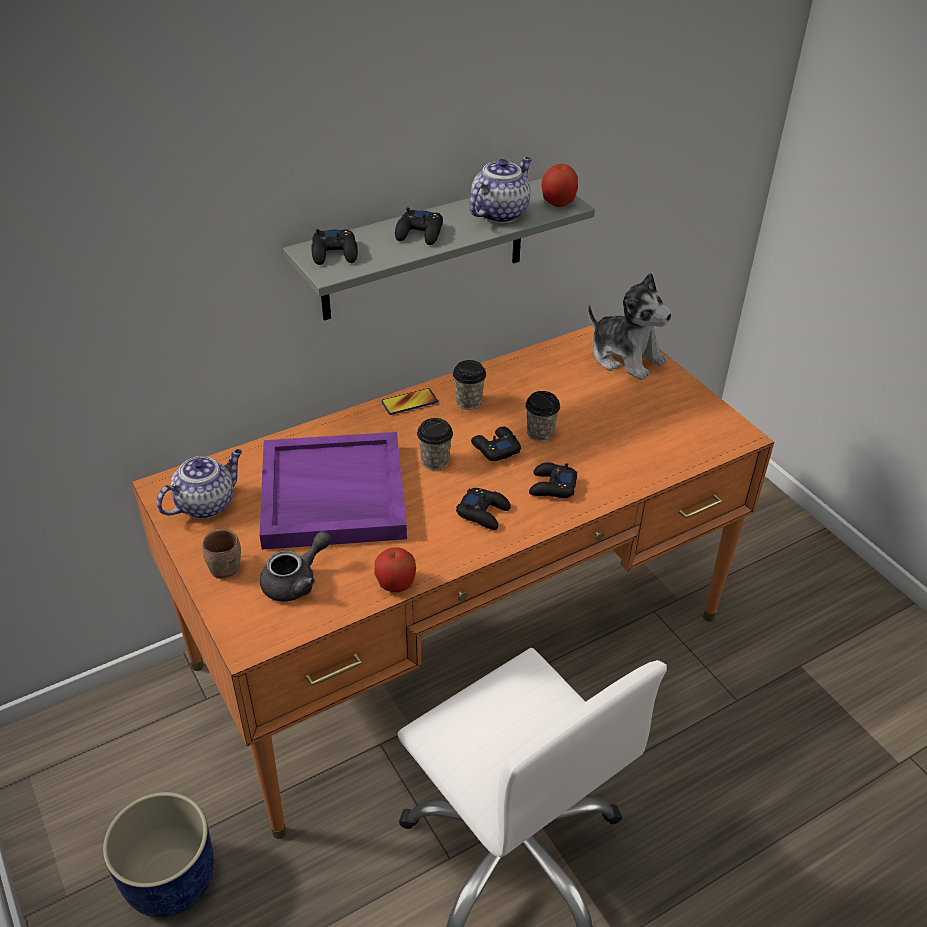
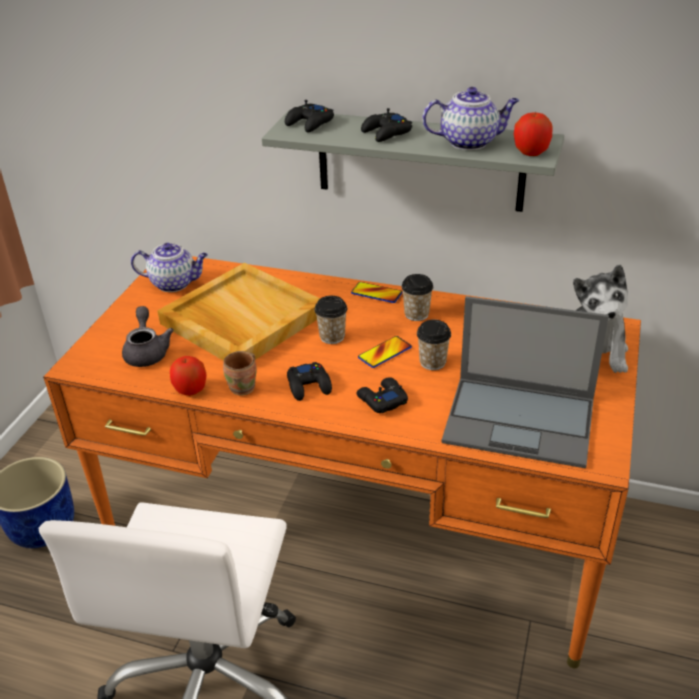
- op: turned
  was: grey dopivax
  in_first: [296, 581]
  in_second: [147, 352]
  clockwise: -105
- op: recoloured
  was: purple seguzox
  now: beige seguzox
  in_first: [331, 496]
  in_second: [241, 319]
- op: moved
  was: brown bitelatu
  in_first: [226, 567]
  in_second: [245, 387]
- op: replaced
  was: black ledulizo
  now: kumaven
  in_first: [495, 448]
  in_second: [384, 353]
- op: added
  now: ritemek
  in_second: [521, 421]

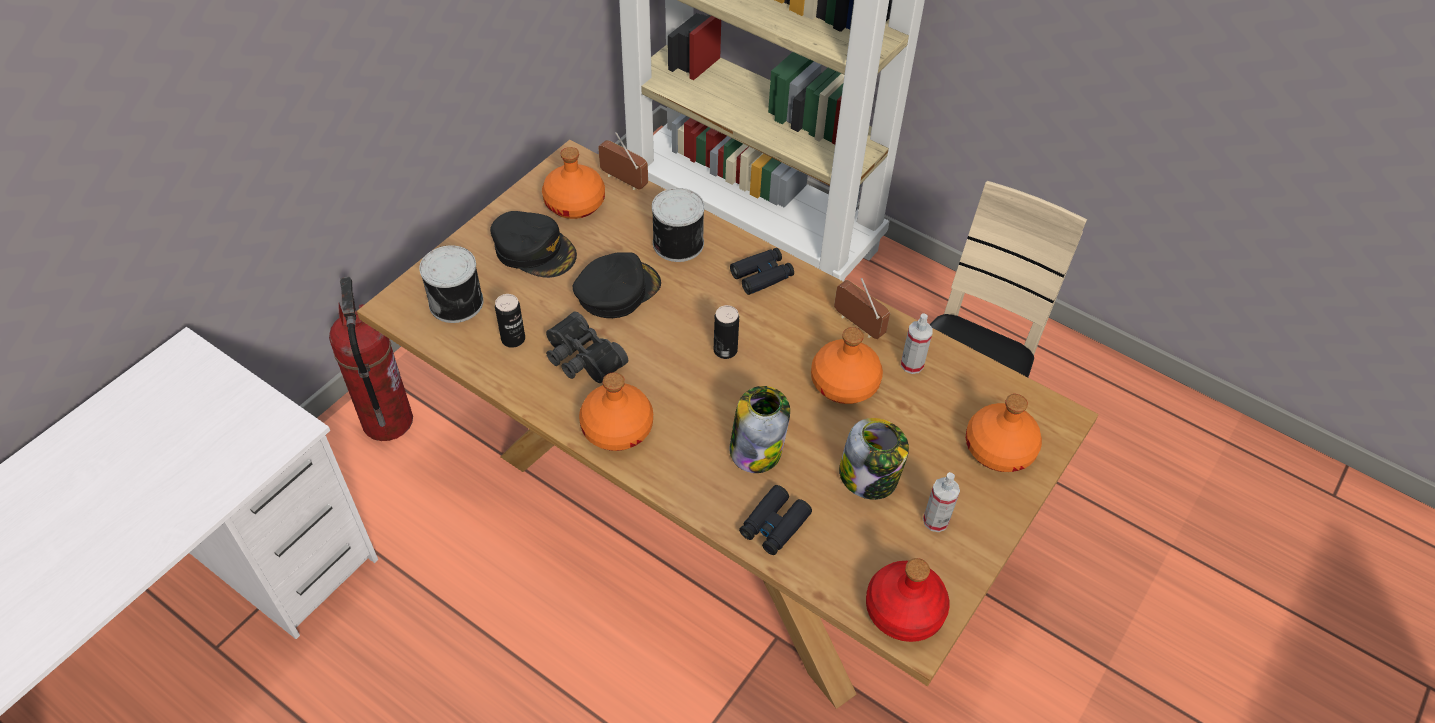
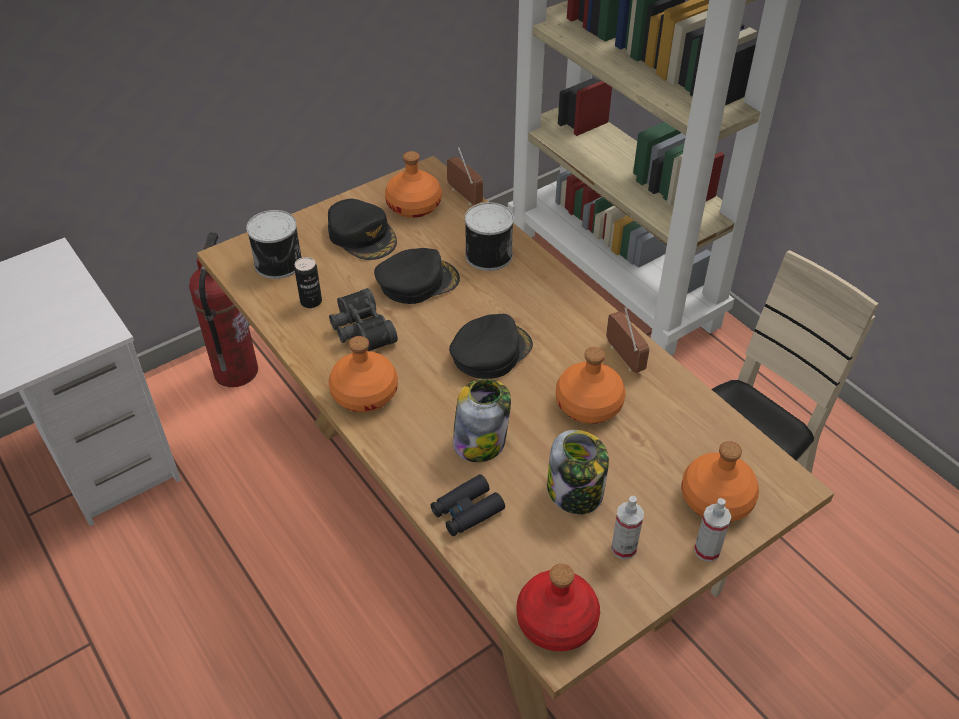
- op: replaced
  was: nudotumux
  now: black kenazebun
  in_first: [725, 350]
  in_second: [490, 351]
- op: moved
  was: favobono
  in_first: [912, 364]
  in_second: [707, 550]
- op: removed
  was: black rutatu
  in_first: [762, 276]

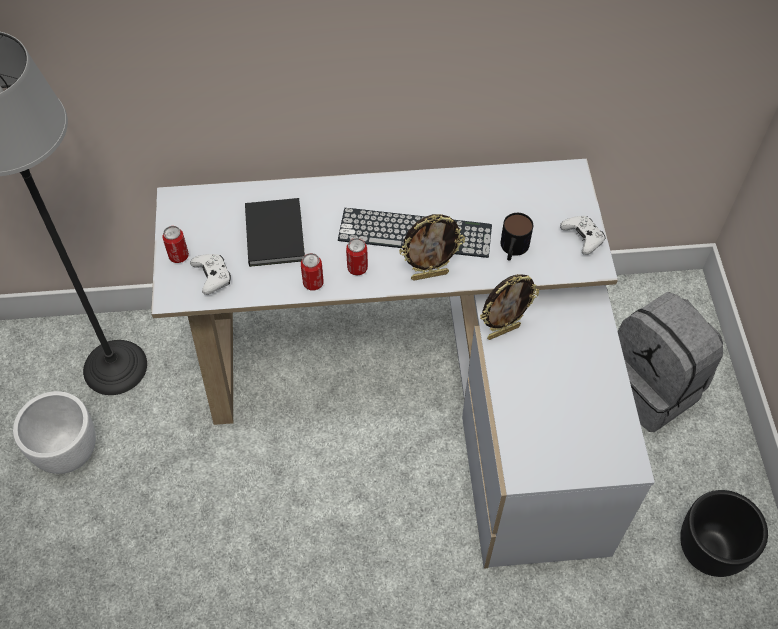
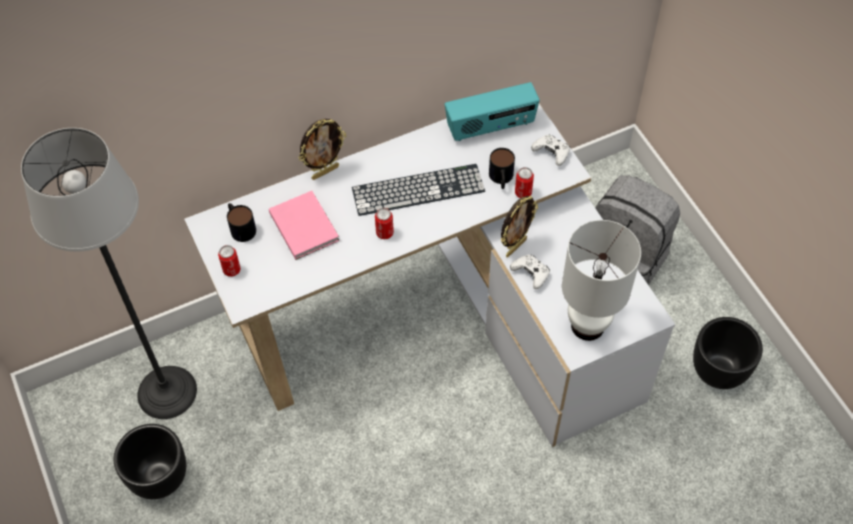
- op: recoloured
  was: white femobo
  now: black femobo
  in_first: [68, 453]
  in_second: [159, 479]
- op: added
  now: bitelatu
  in_second: [240, 227]
- op: recoloured
  was: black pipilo
  now: pink pipilo
  in_first: [276, 232]
  in_second: [304, 225]
- op: moved
  was: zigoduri
  in_first: [429, 275]
  in_second: [325, 172]
- op: added
  now: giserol
  in_second: [490, 127]
- op: moved
  was: white ledulizo
  in_first: [213, 277]
  in_second: [531, 274]
- op: moved
  was: nudotumux
  in_first: [313, 283]
  in_second: [523, 192]
- op: added
  now: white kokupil
  in_second: [587, 326]

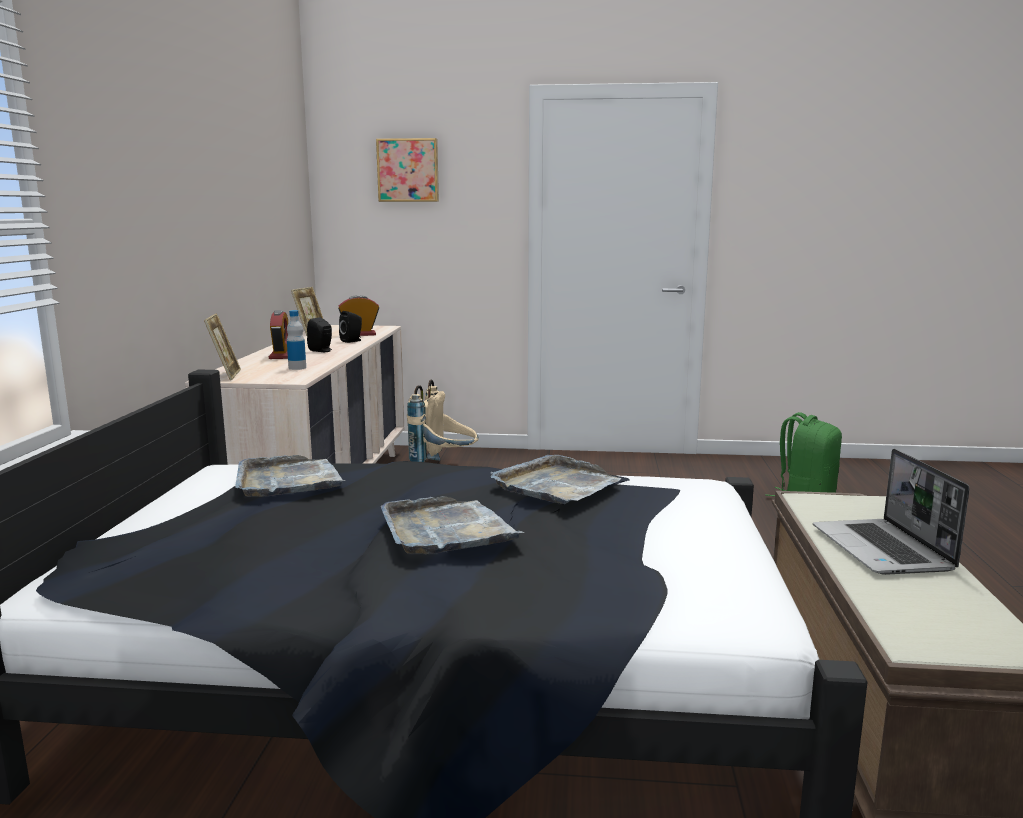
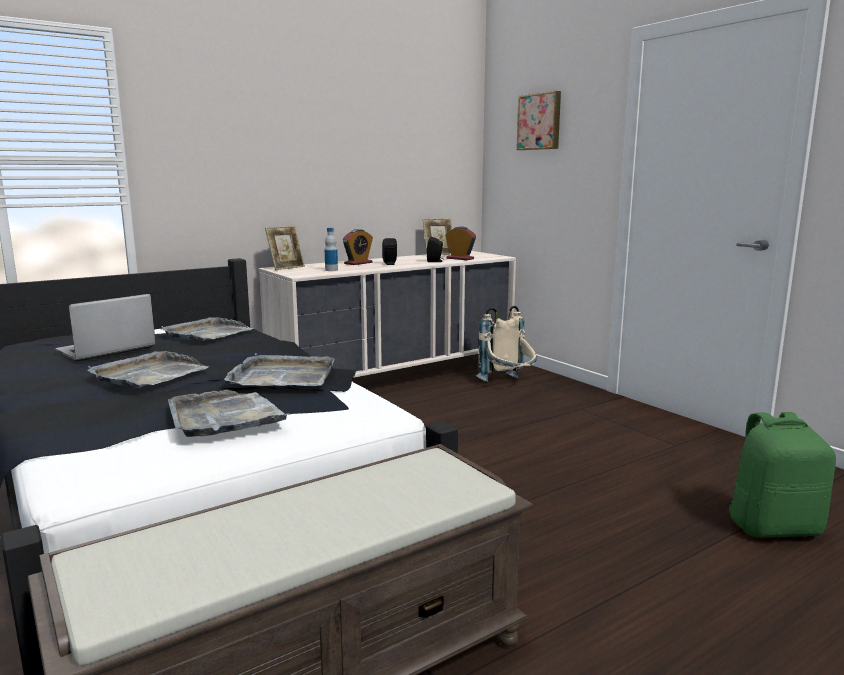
- op: moved
  was: ritemek
  in_first: [883, 549]
  in_second: [105, 350]
- op: added
  now: grey seguzox
  in_second: [225, 417]

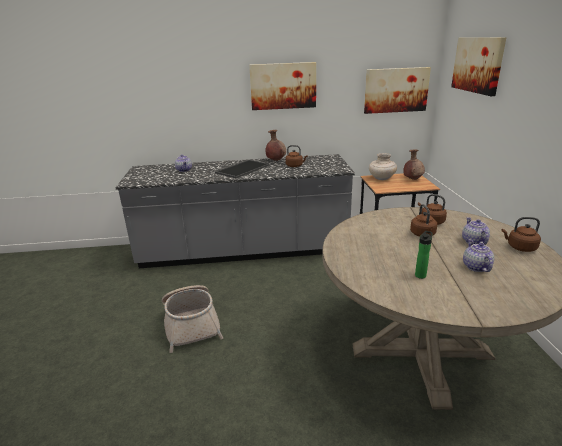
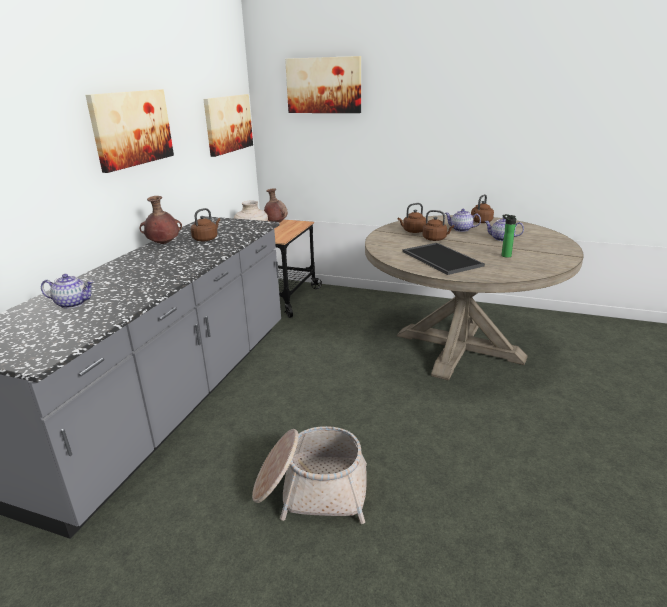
- op: moved
  was: seguzox
  in_first: [242, 169]
  in_second: [440, 258]

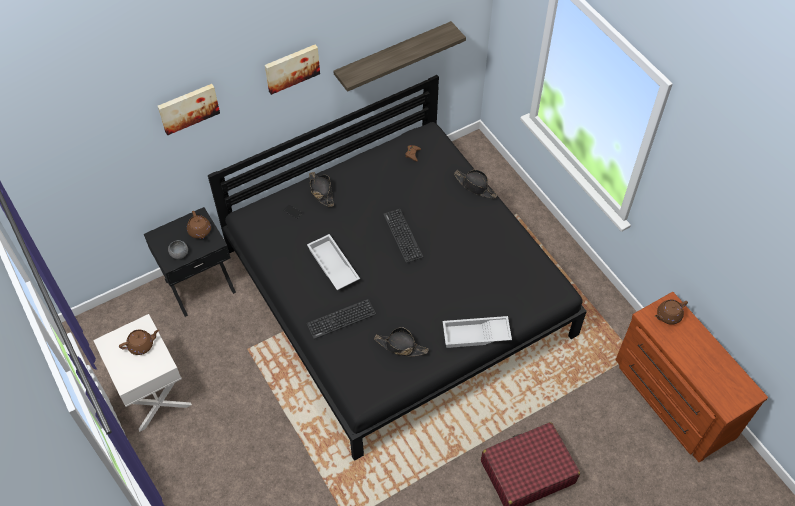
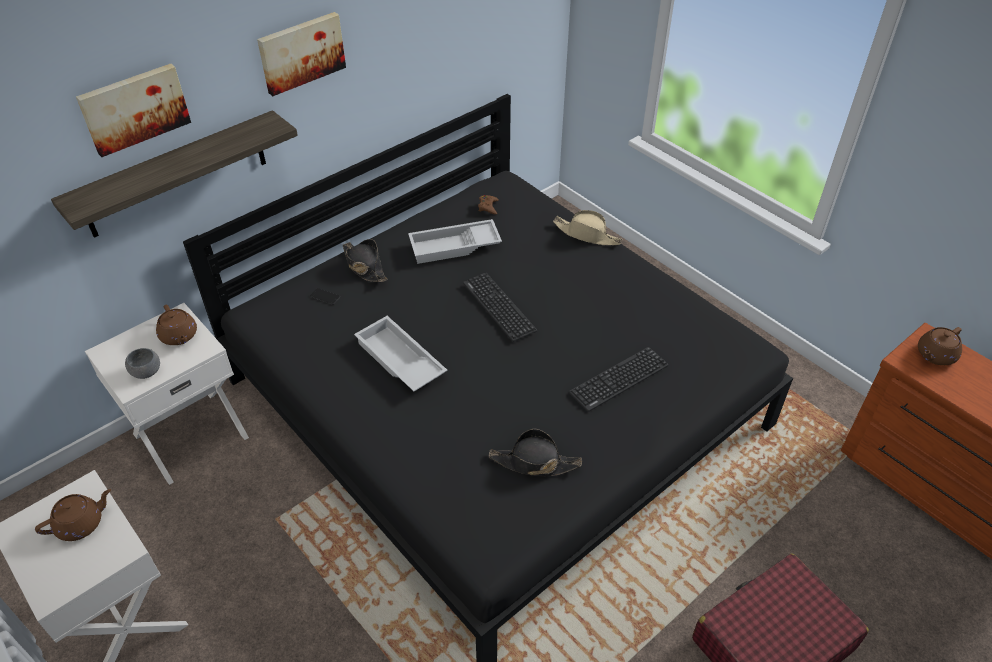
- op: moved
  was: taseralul
  in_first: [393, 57]
  in_second: [176, 175]
- op: recoloured
  was: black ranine
  now: white ranine
  in_first: [199, 285]
  in_second: [190, 434]
- op: moved
  was: white seguzox
  in_first: [475, 335]
  in_second: [454, 247]
- op: recoloured
  was: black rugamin
  now: beige rugamin
  in_first: [475, 186]
  in_second: [587, 235]
- op: moved
  was: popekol
  in_first: [341, 319]
  in_second: [619, 379]

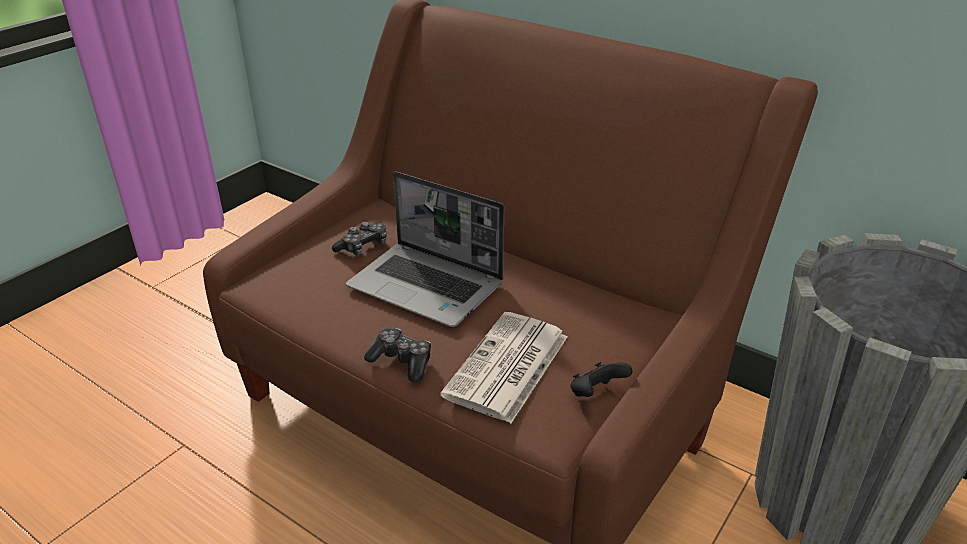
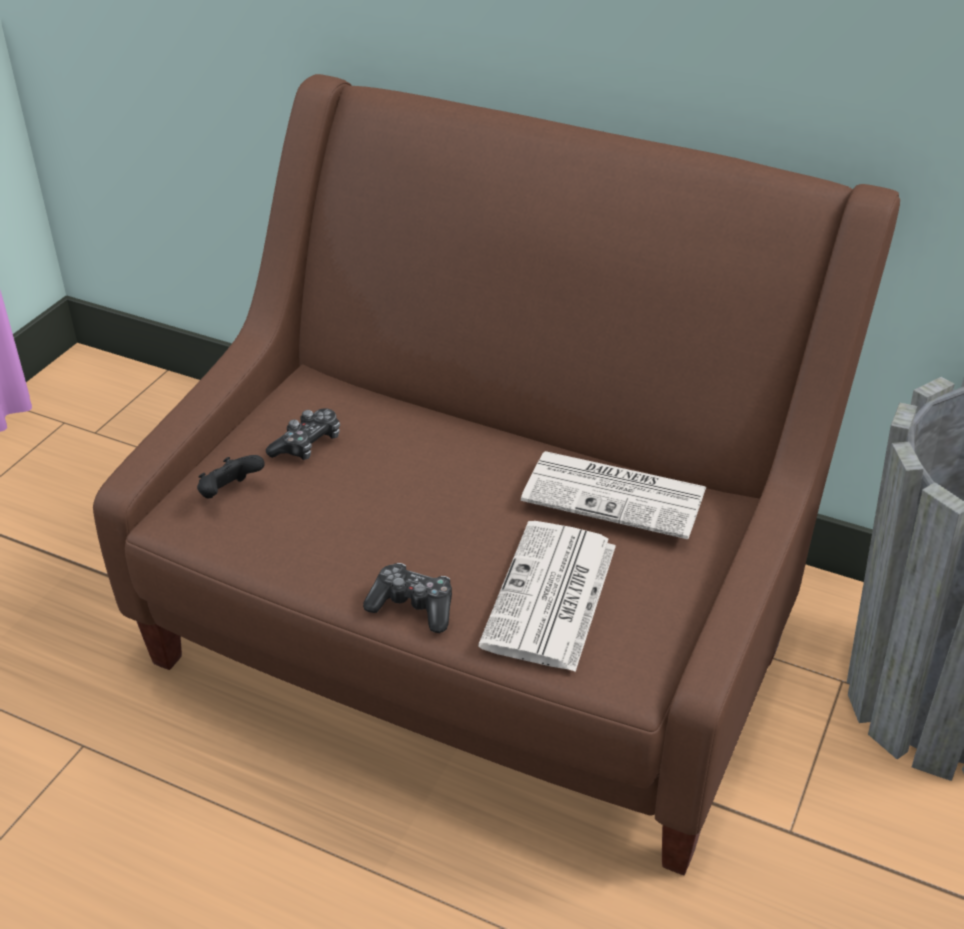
- op: moved
  was: black ledulizo
  in_first: [596, 394]
  in_second: [229, 493]
- op: added
  now: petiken
  in_second: [617, 495]
- op: removed
  was: ritemek
  in_first: [427, 286]

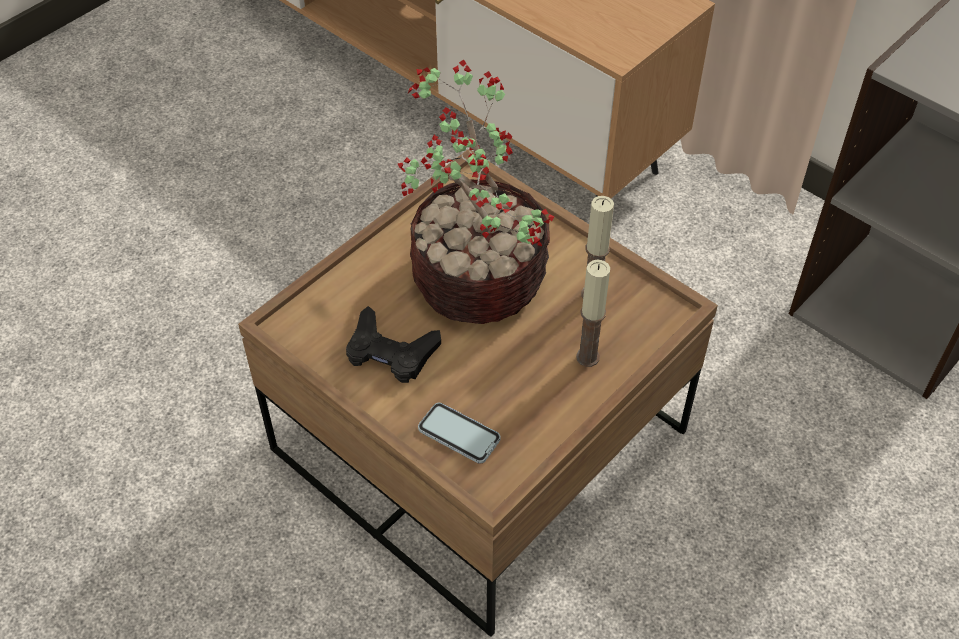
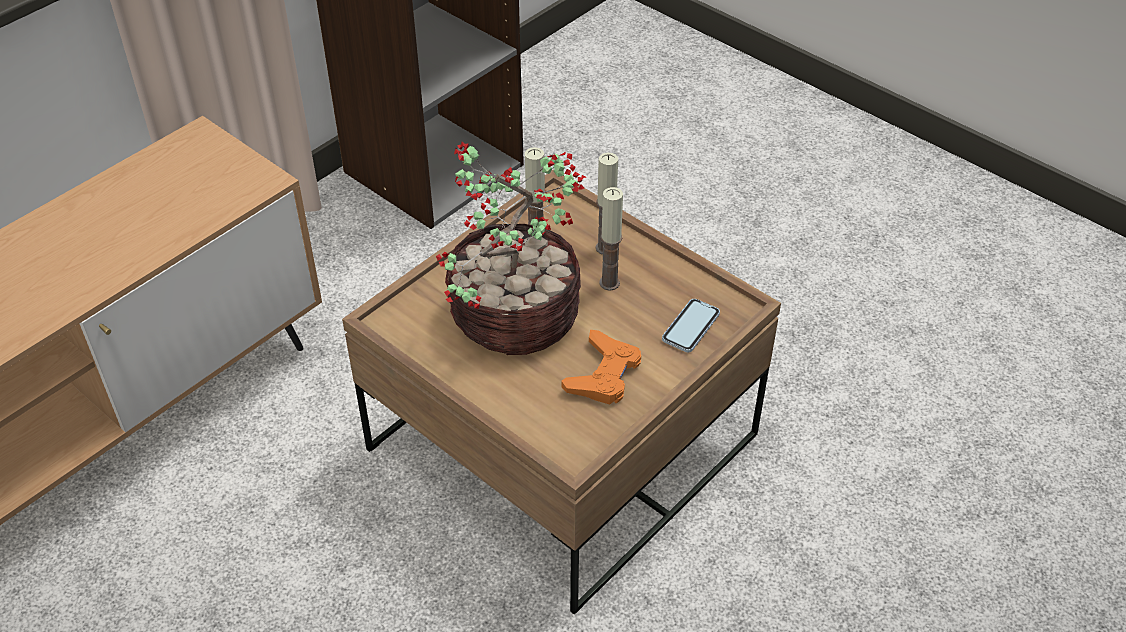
- op: recoloured
  was: black ledulizo
  now: orange ledulizo
  in_first: [390, 352]
  in_second: [603, 374]
- op: added
  now: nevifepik
  in_second: [609, 283]

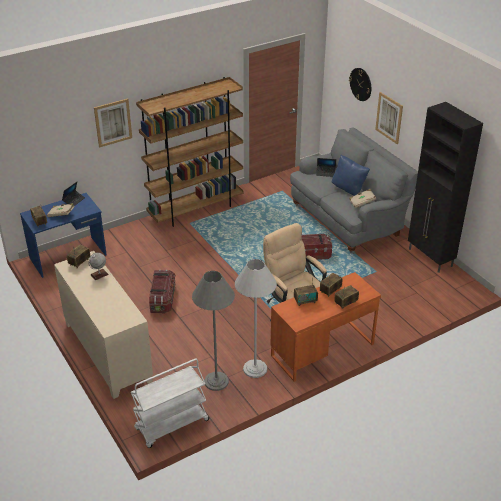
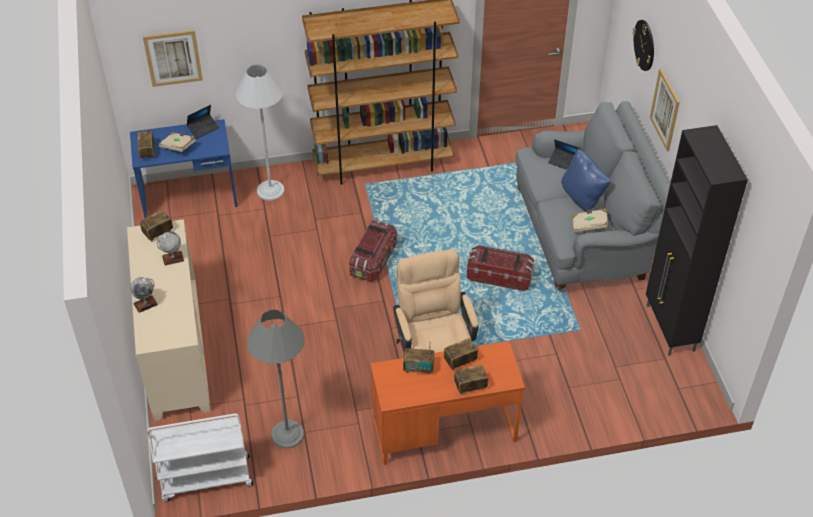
- op: added
  now: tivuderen
  in_second: [145, 304]
- op: moved
  was: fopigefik
  in_first: [113, 122]
  in_second: [173, 58]
- op: moved
  was: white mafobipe
  in_first: [255, 369]
  in_second: [270, 190]
- op: moved
  was: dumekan
  in_first: [163, 299]
  in_second: [373, 260]

